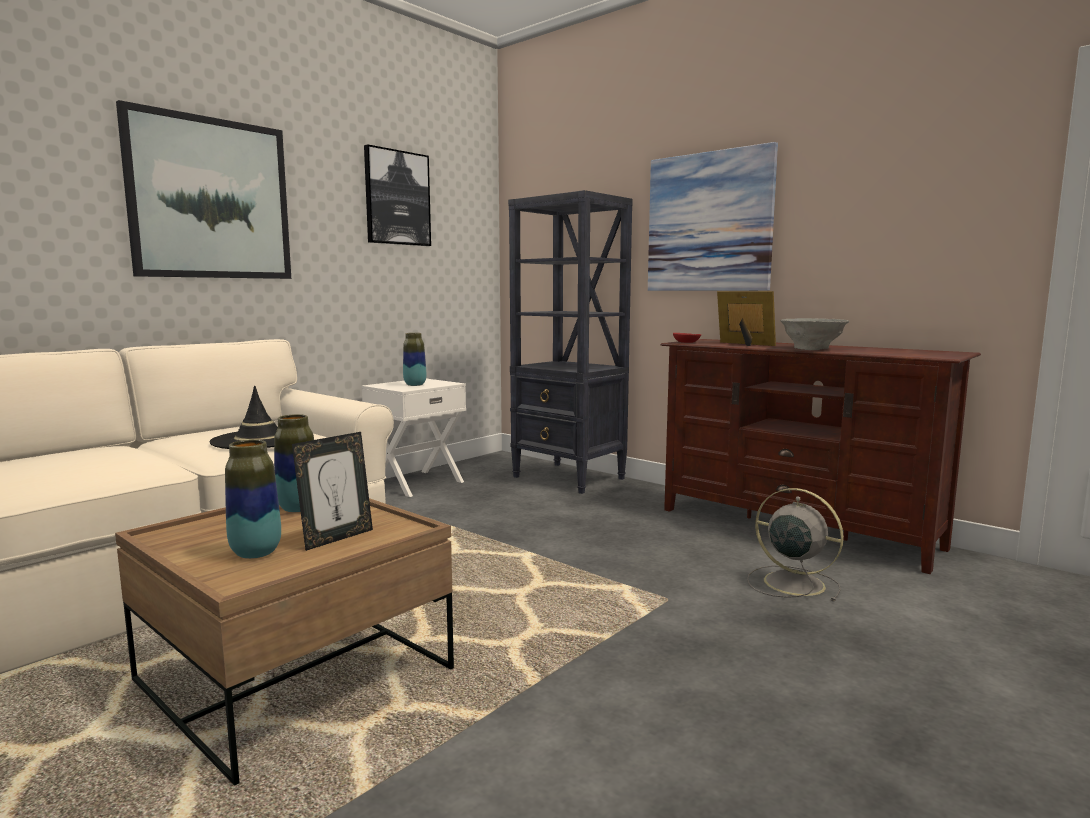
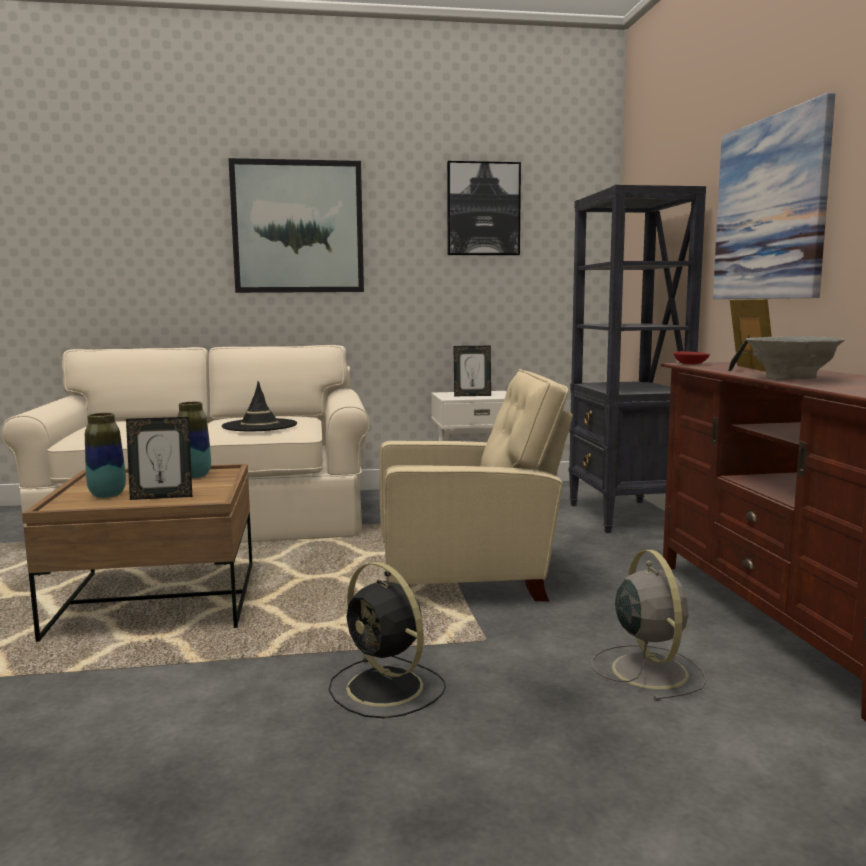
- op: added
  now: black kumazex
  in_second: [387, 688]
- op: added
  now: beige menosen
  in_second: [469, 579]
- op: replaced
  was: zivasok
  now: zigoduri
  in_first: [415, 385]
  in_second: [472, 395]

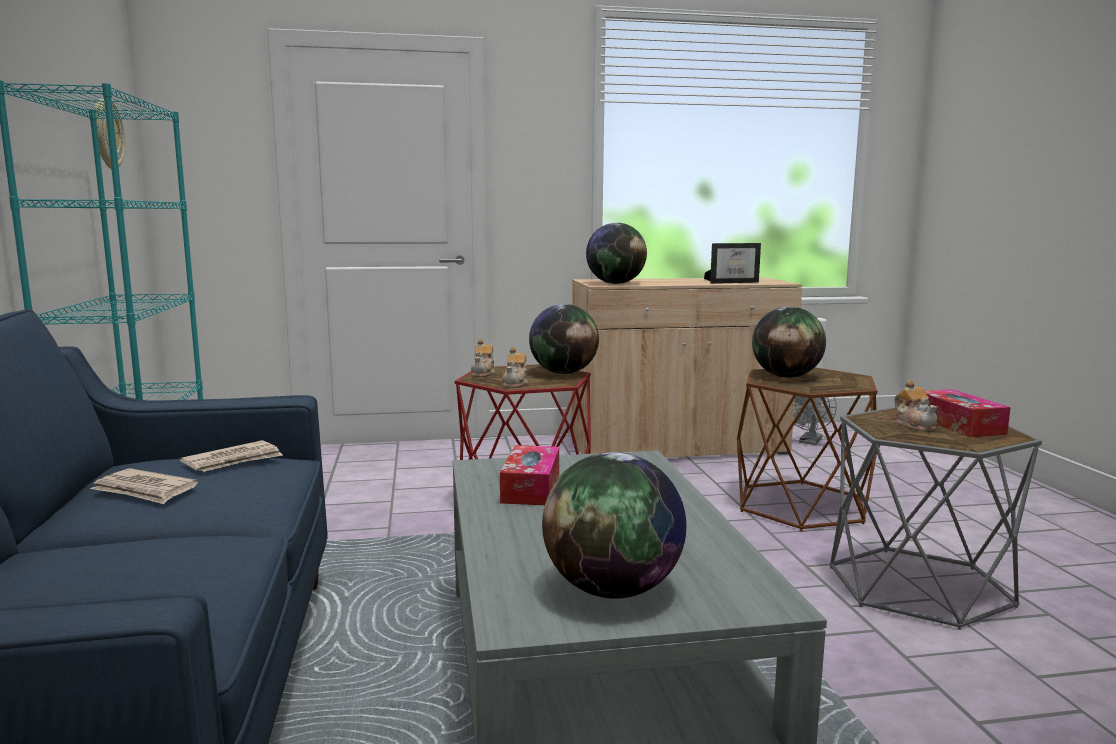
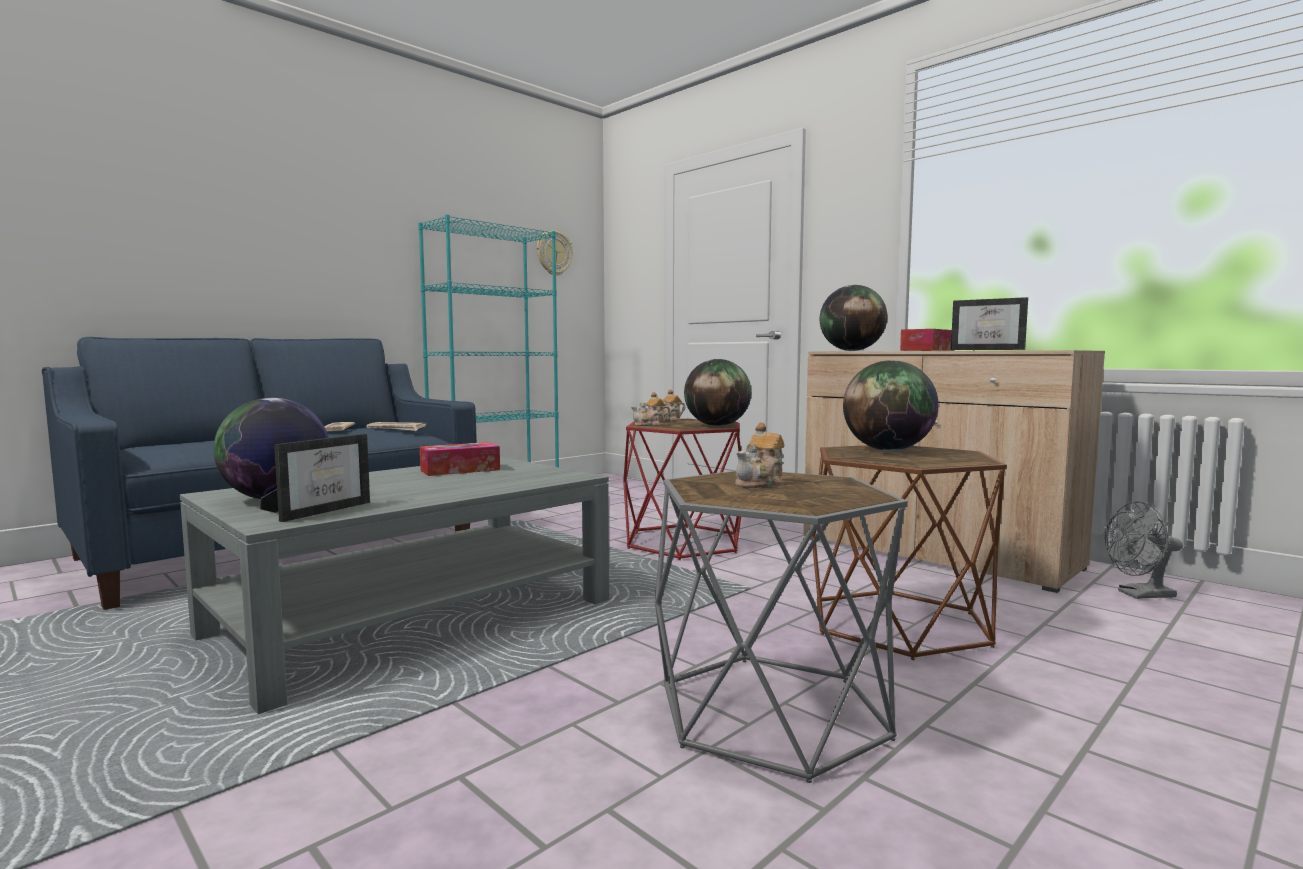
- op: added
  now: zigoduri
  in_second: [322, 510]
- op: moved
  was: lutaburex
  in_first: [959, 425]
  in_second: [927, 350]

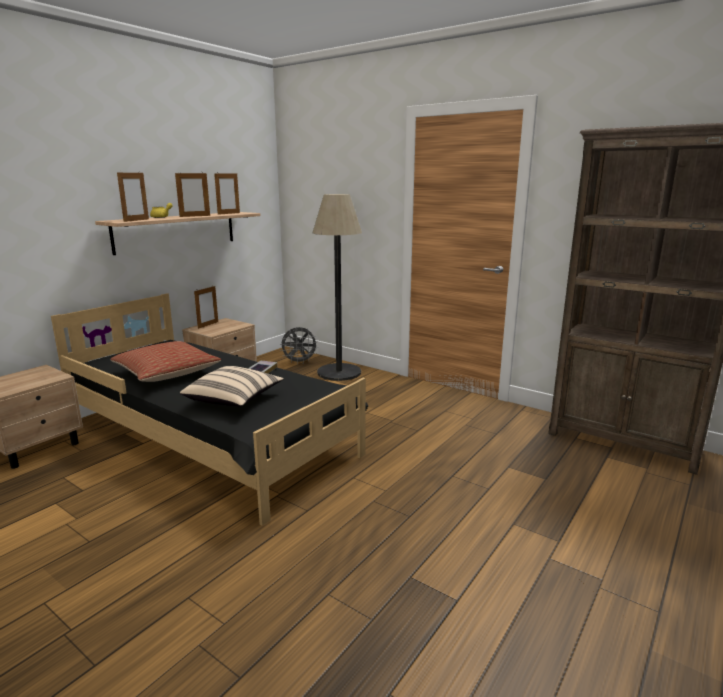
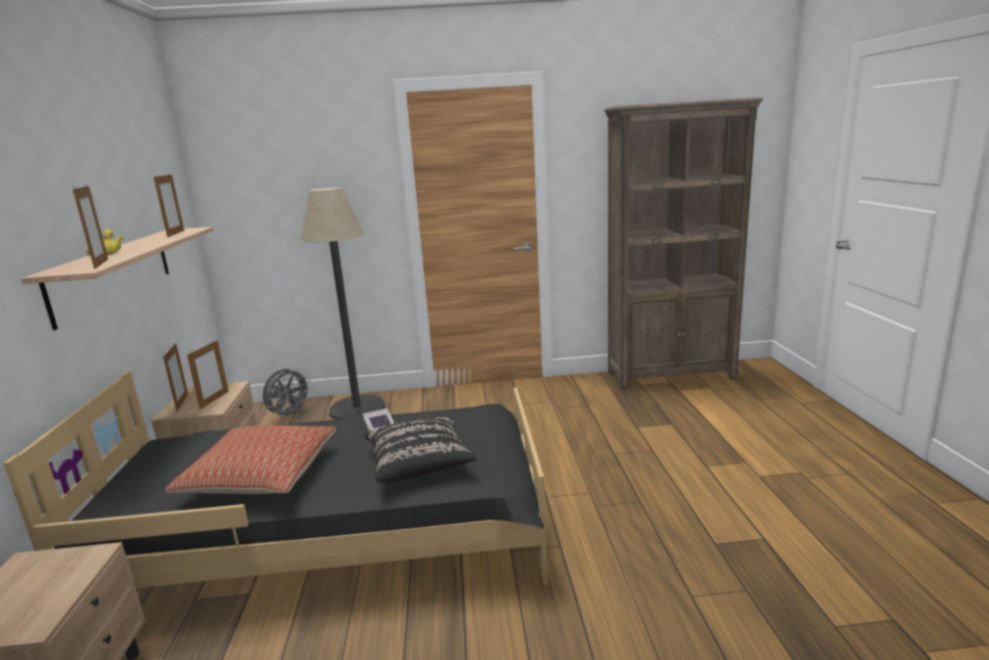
- op: moved
  was: zigoduri
  in_first: [195, 216]
  in_second: [214, 400]
- op: recoloured
  was: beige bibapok
  now: black bibapok
  in_first: [234, 400]
  in_second: [420, 464]

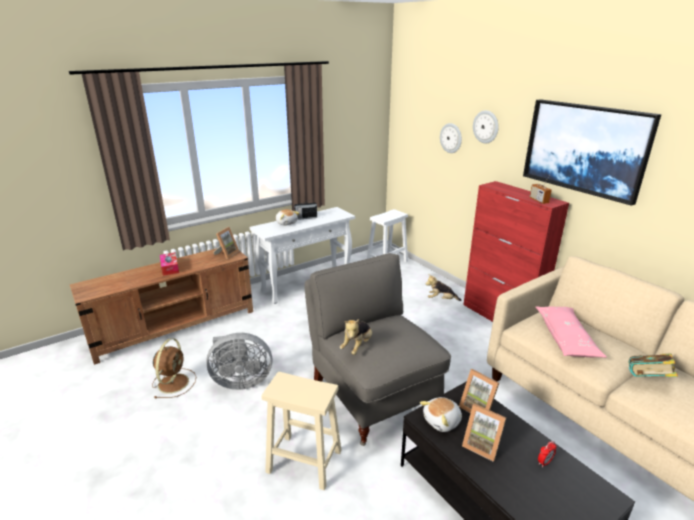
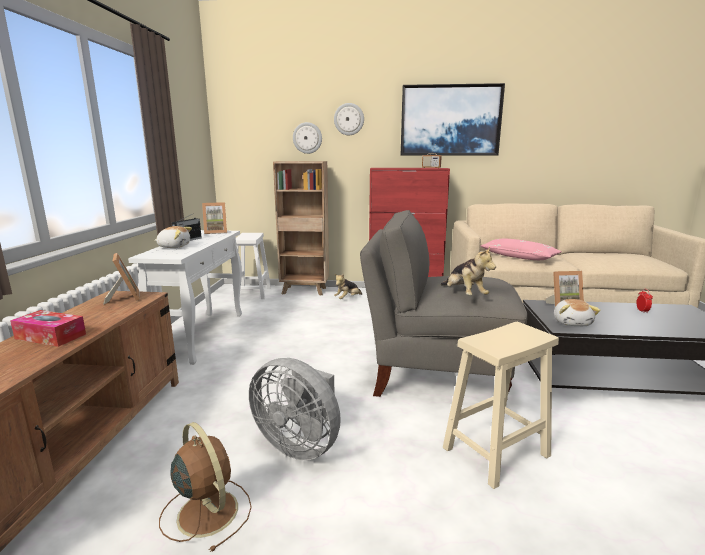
- op: moved
  was: zigoduri
  in_first: [482, 445]
  in_second: [216, 232]
- op: turned
  was: grey kumazex
  in_first: [240, 381]
  in_second: [300, 444]
  clockwise: 90
- op: added
  now: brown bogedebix
  in_second: [305, 291]
- op: removed
  was: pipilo
  in_first: [647, 380]

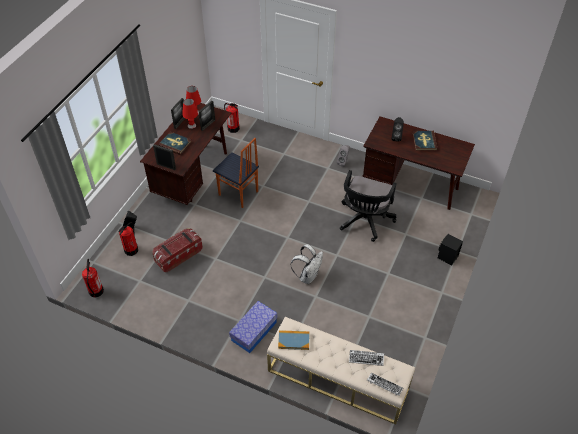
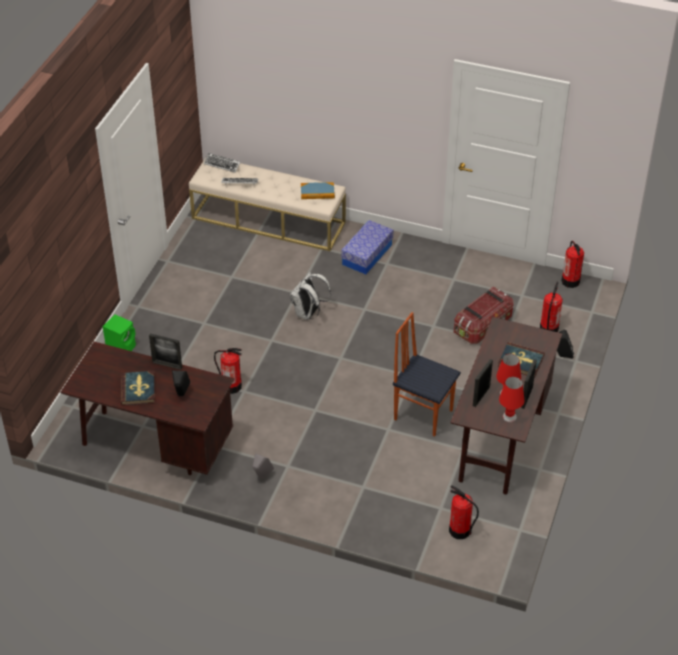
- op: recoloured
  was: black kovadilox
  now: green kovadilox
  in_first: [447, 257]
  in_second: [122, 347]
- op: moved
  was: zigoduri
  in_first: [166, 166]
  in_second: [167, 365]
- op: replaced
  was: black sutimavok
  now: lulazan
  in_first: [364, 221]
  in_second: [231, 386]

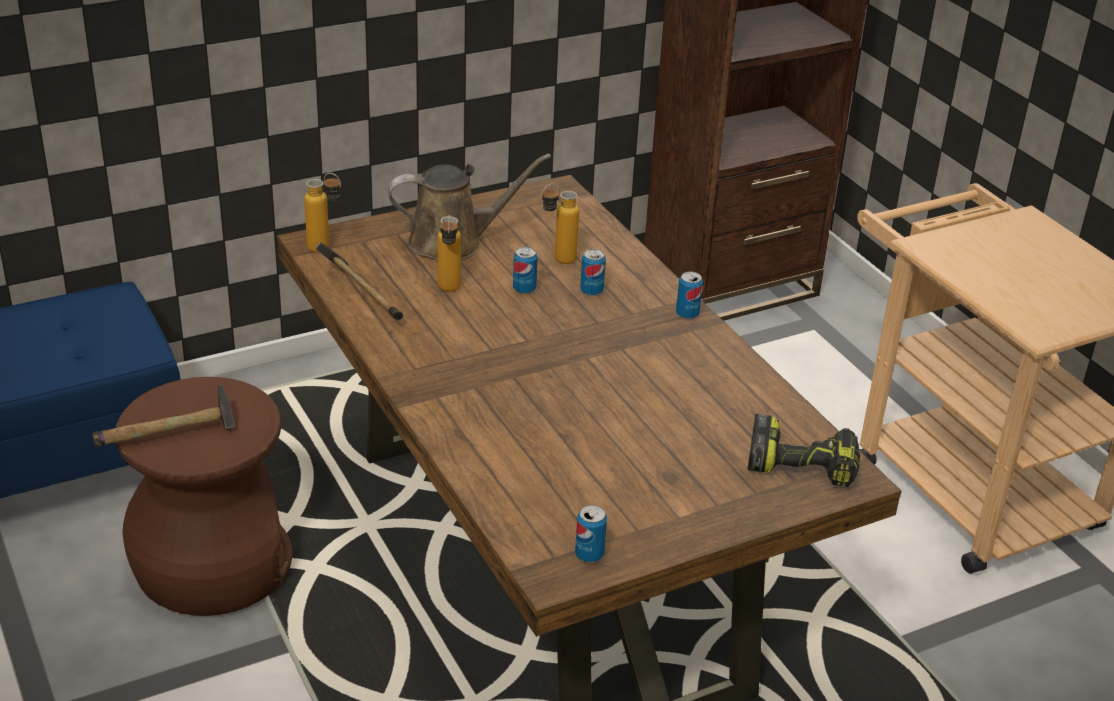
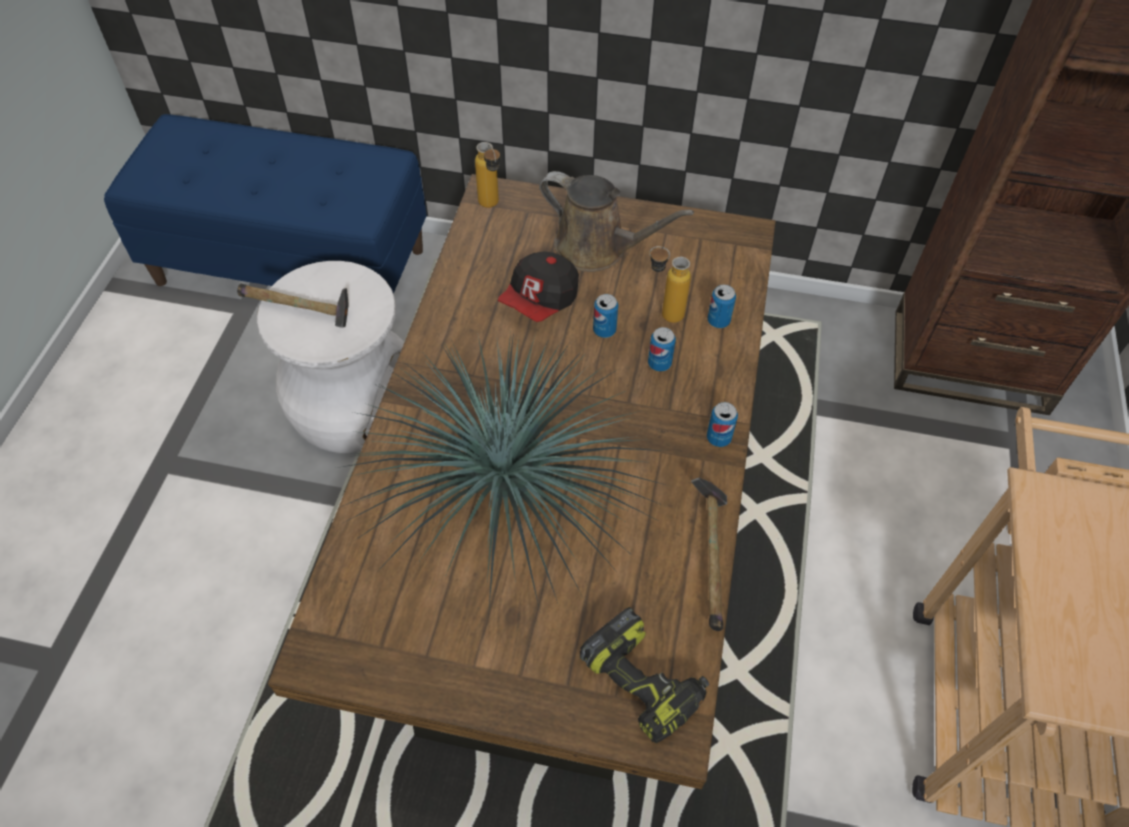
- op: recoloured
  was: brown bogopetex
  now: white bogopetex
  in_first: [211, 564]
  in_second: [351, 403]
- op: added
  now: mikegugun
  in_second: [504, 480]
- op: replaced
  was: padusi
  now: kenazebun
  in_first: [449, 291]
  in_second: [541, 300]
- op: moved
  was: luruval
  in_first: [362, 296]
  in_second: [711, 558]
- op: moved
  was: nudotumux
  in_first: [589, 554]
  in_second: [718, 321]

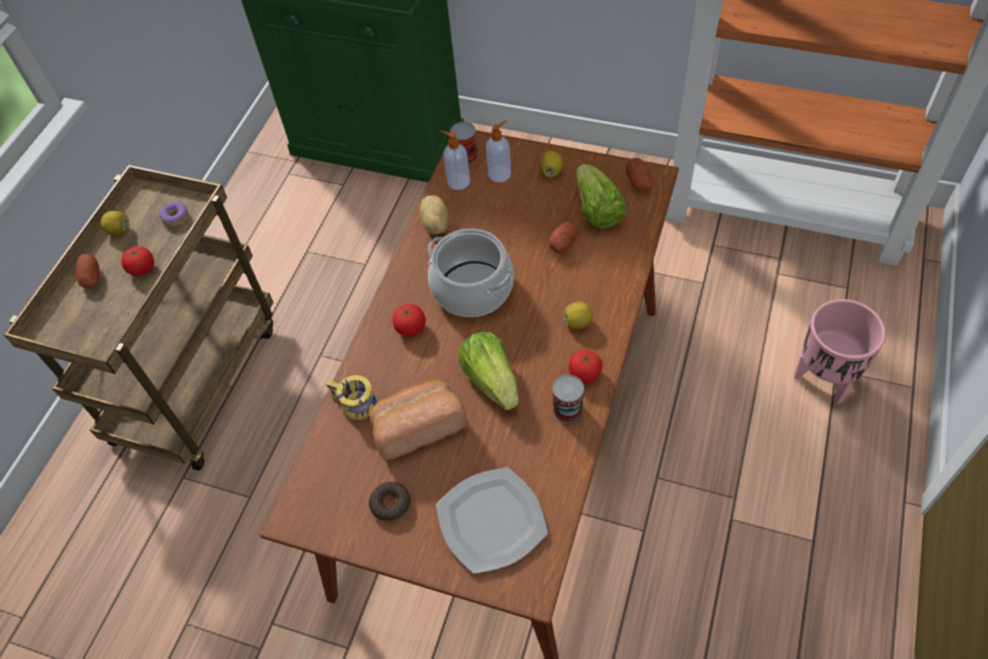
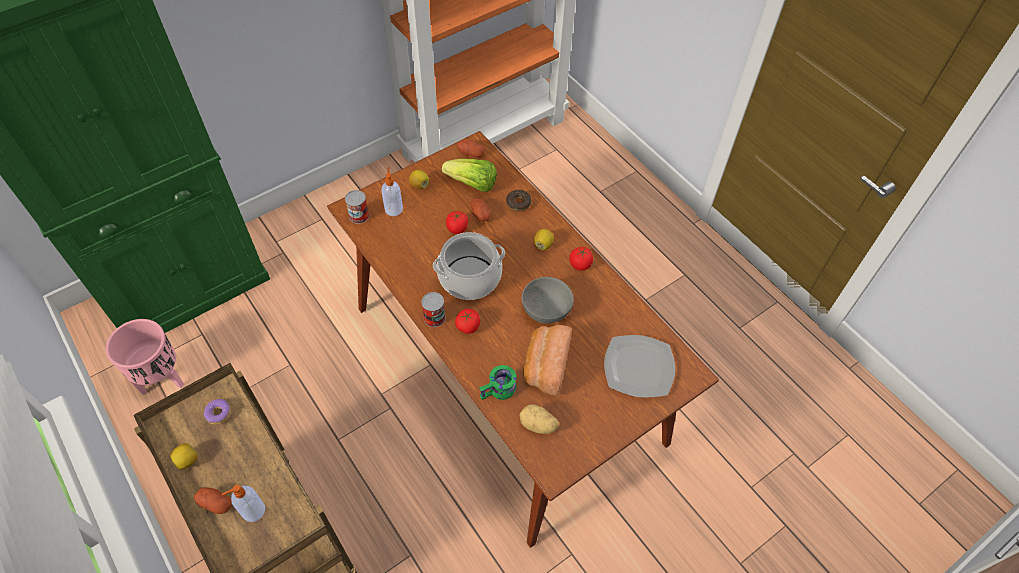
- op: moved
  was: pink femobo
  in_first: [824, 379]
  in_second: [163, 379]
- op: moved
  was: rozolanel
  in_first: [457, 181]
  in_second: [252, 511]
- op: moved
  was: nudotumux
  in_first: [567, 409]
  in_second: [434, 317]
- op: moved
  was: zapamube
  in_first: [142, 269]
  in_second: [457, 228]
- op: recoloured
  was: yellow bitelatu
  now: green bitelatu
  in_first: [353, 406]
  in_second: [499, 392]
- op: moved
  was: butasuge
  in_first: [391, 504]
  in_second: [518, 203]
- op: moved
  was: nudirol
  in_first: [434, 224]
  in_second: [538, 425]
- op: replaced
  was: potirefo
  now: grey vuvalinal
  in_first: [491, 380]
  in_second: [545, 309]

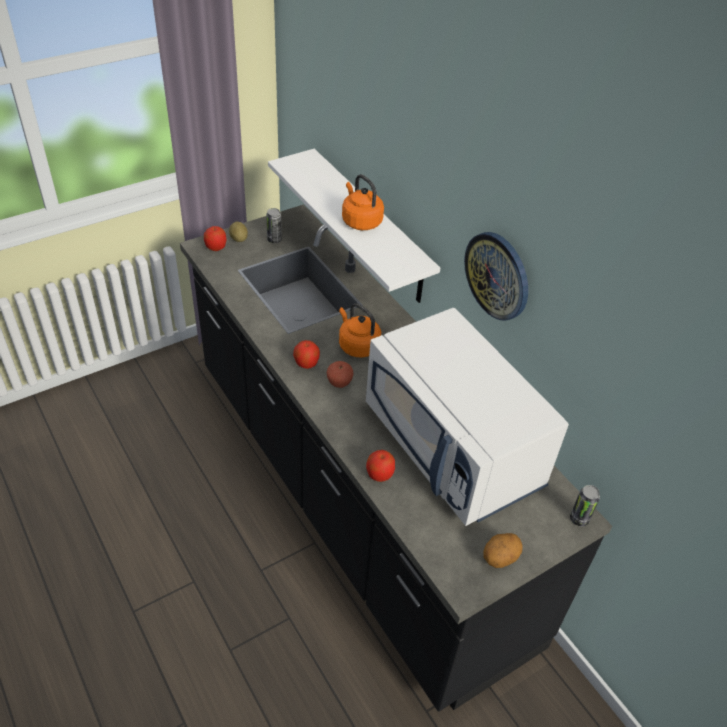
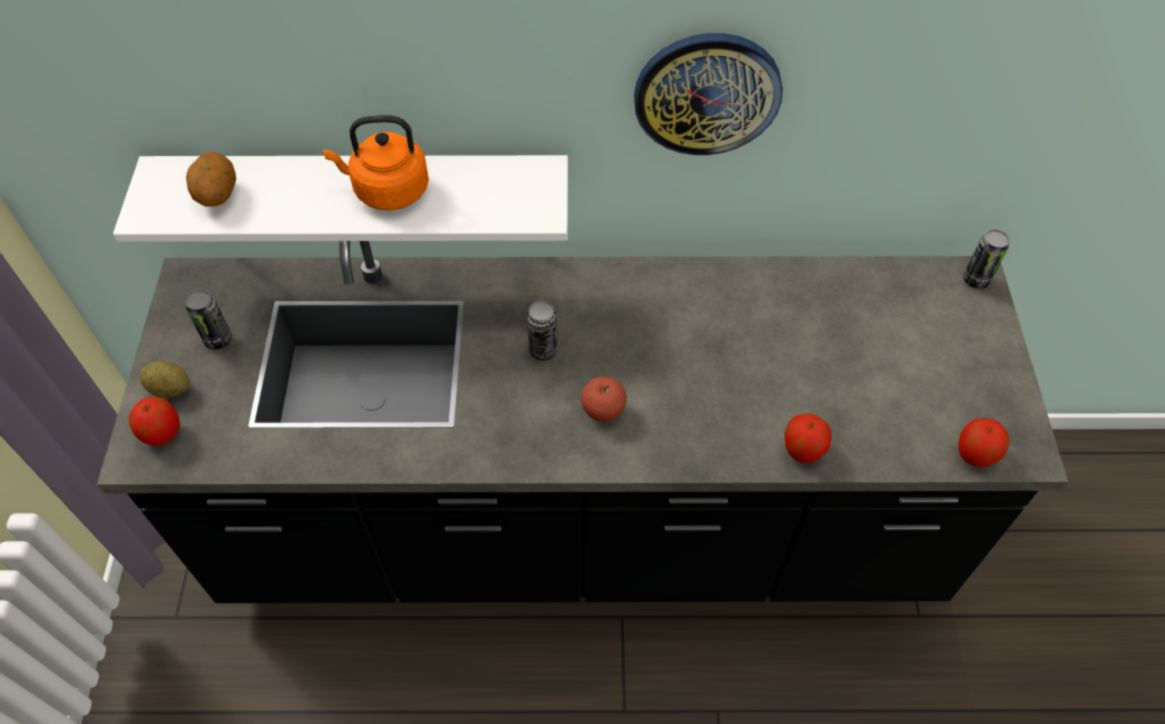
- op: moved
  was: nudirol
  in_first: [499, 558]
  in_second: [217, 195]
- op: replaced
  was: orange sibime
  now: nudotumux
  in_first: [357, 345]
  in_second: [543, 350]
- op: moved
  was: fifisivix
  in_first: [306, 363]
  in_second: [975, 454]
- op: removed
  was: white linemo
  in_first: [453, 448]

